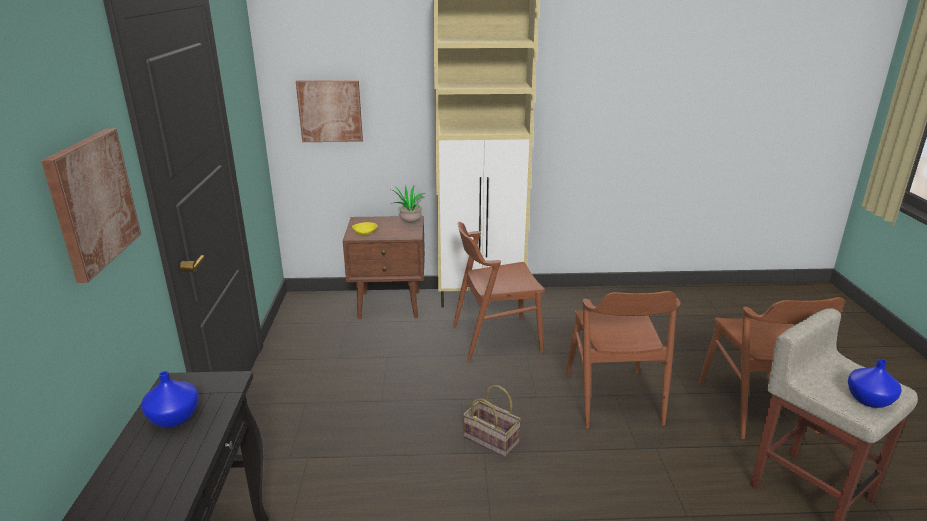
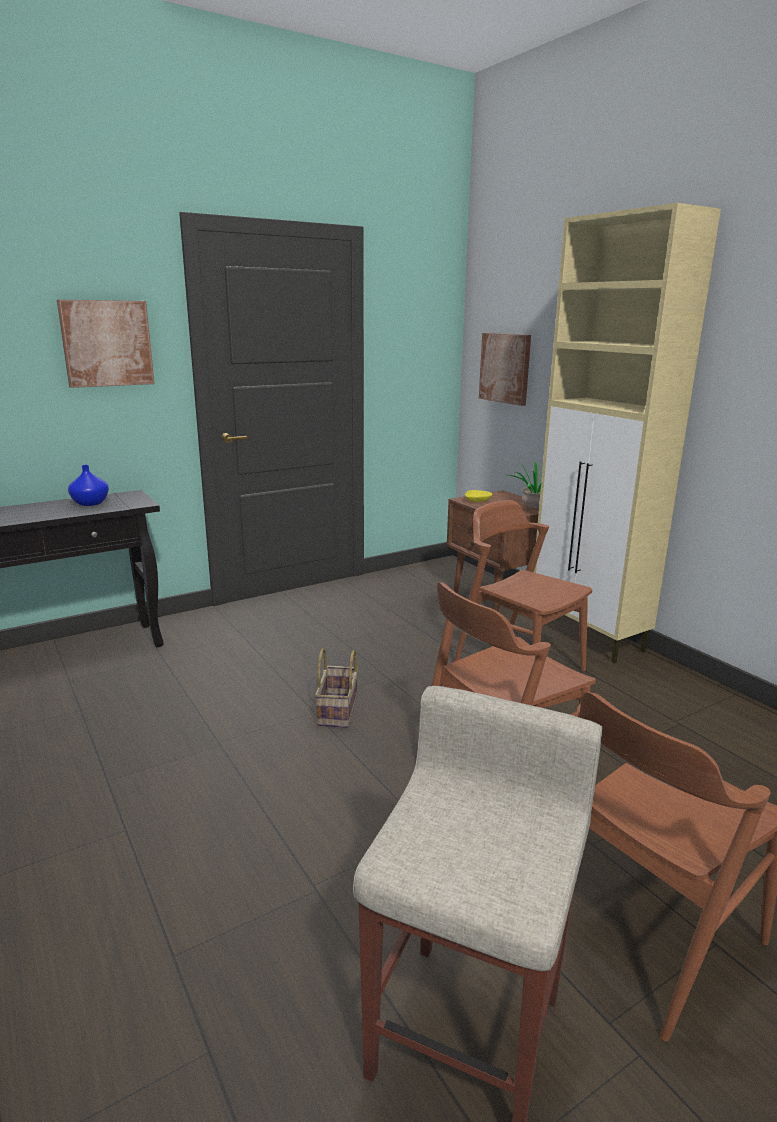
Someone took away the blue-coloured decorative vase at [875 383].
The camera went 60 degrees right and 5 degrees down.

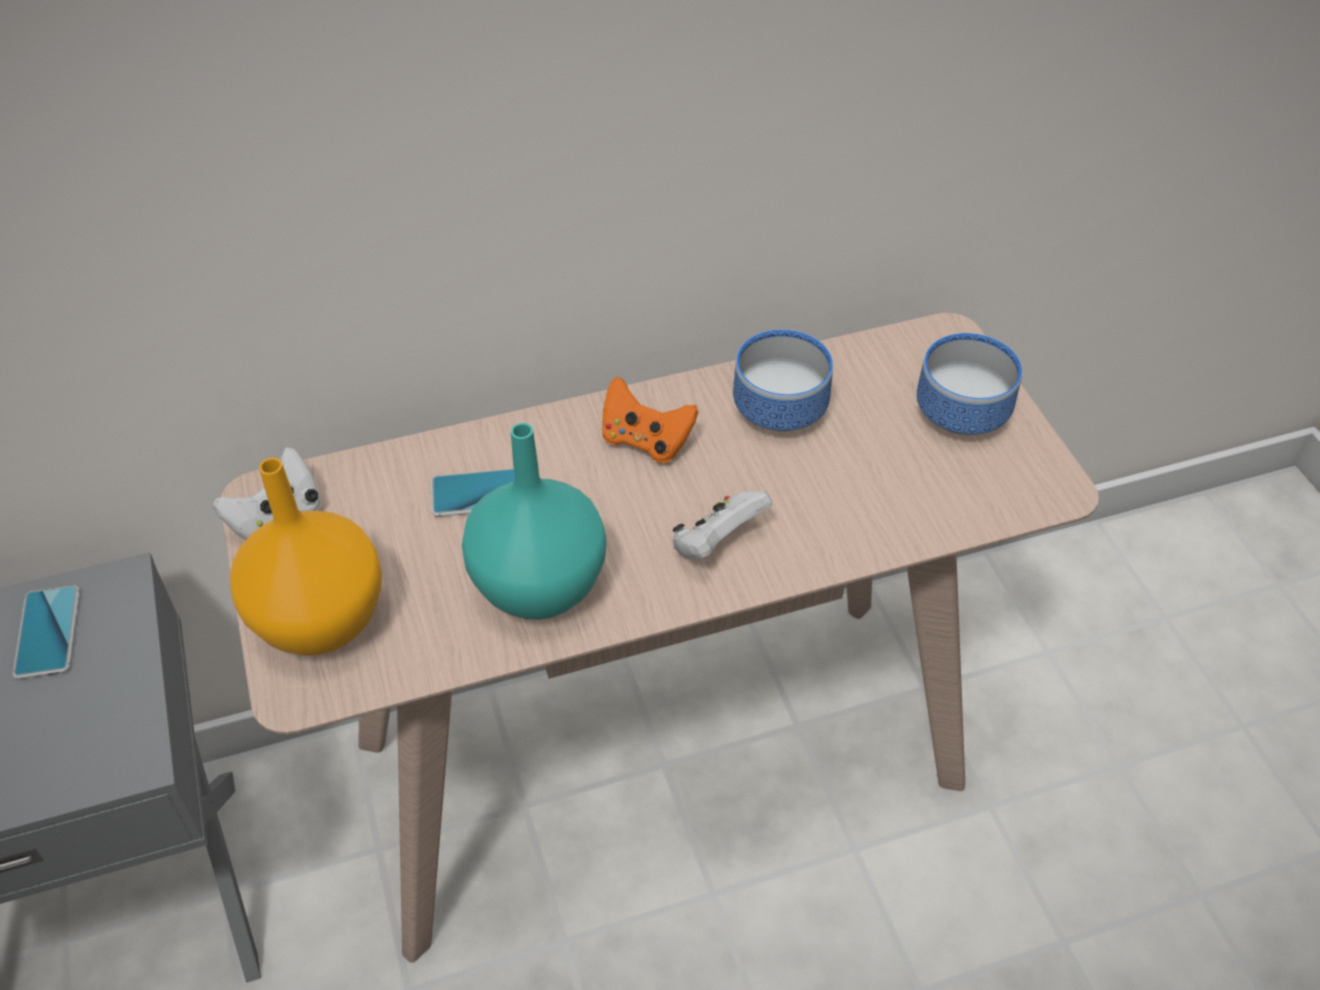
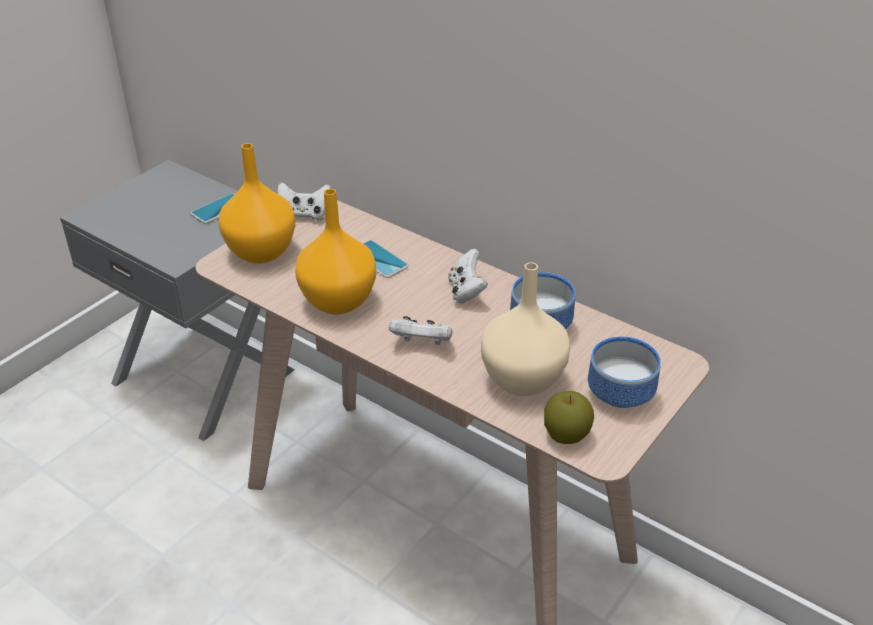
Someone repainted the orangey joypad at [650 420], which became the white joypad at [468 276].
Someone repainted the turquoise-coloured decorative vase at [534 521], which became the orangey decorative vase at [335 252].
Someone put down the beige decorative vase at [525 329].
Someone put down the apple fruit at [569 417].
The camera went 55 degrees right and 10 degrees down.

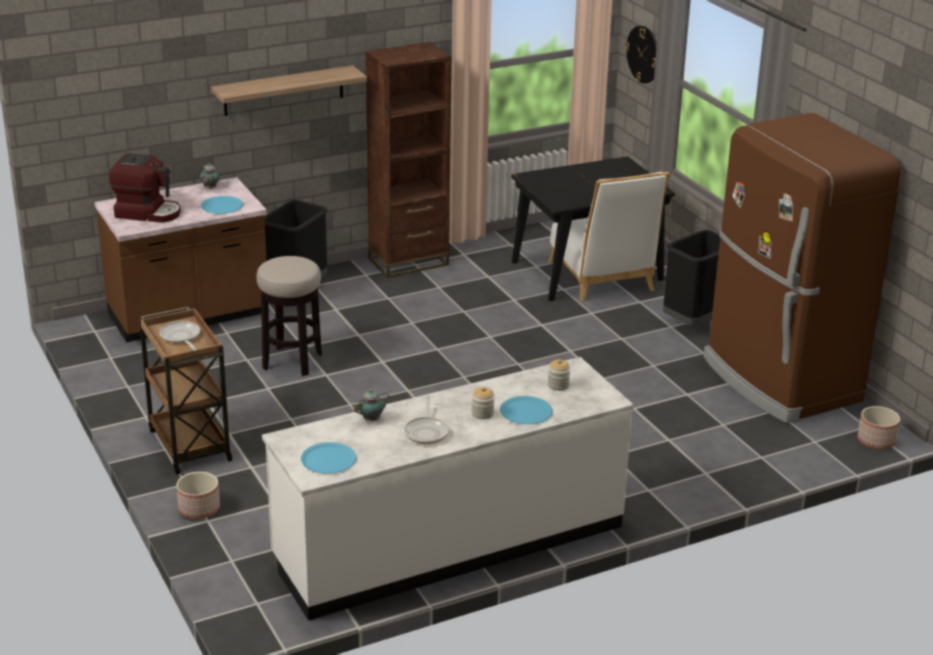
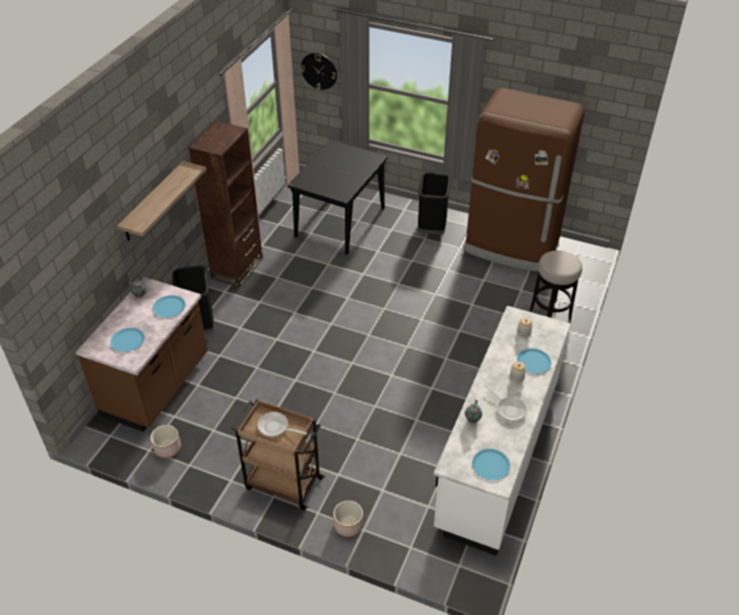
Someone swapped the coffee machine at [145 188] for the blue-coloured dinner plate at [127 340].
Someone took away the white upright chair at [609 236].
Someone carried the sitting stool from [289 316] to [556 285].
Someone carried the planter from [879 427] to [165 441].
The camera went 40 degrees left and 15 degrees up.

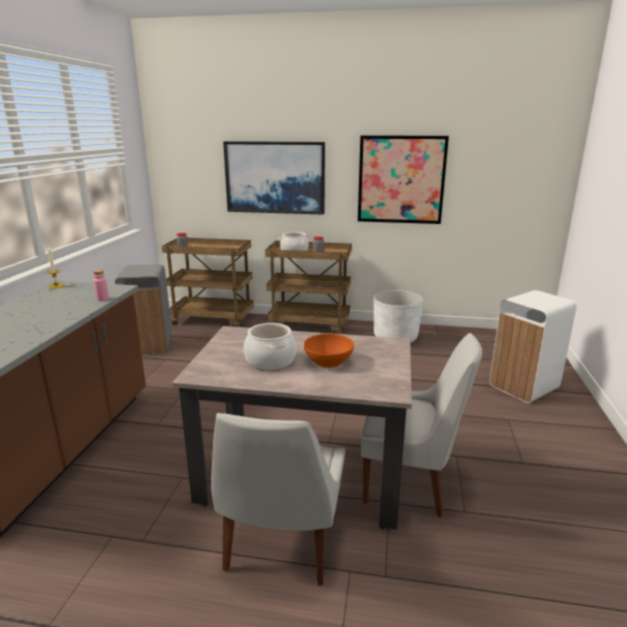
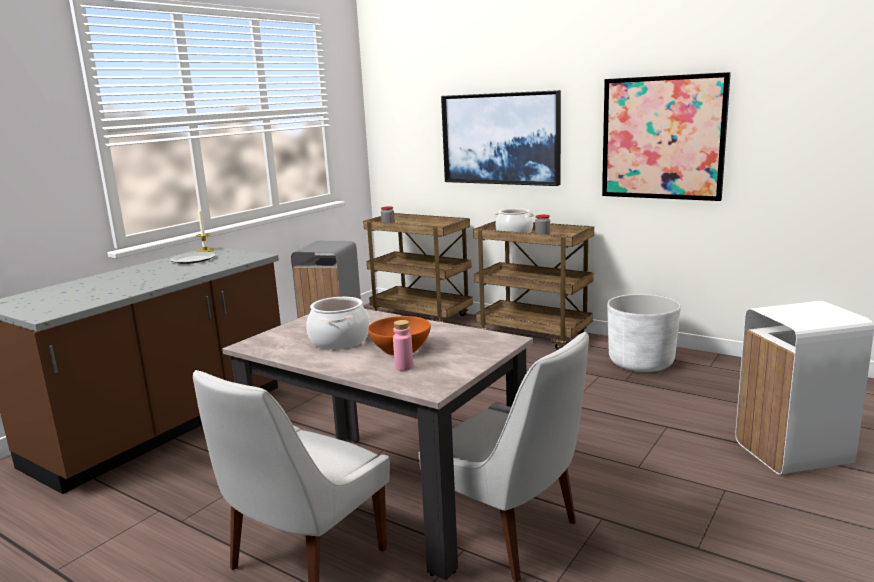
Someone carried the pinkish drink bottle from [101 285] to [403 345].
Someone put down the dinner plate at [193 258].
The camera went 25 degrees right and 5 degrees down.

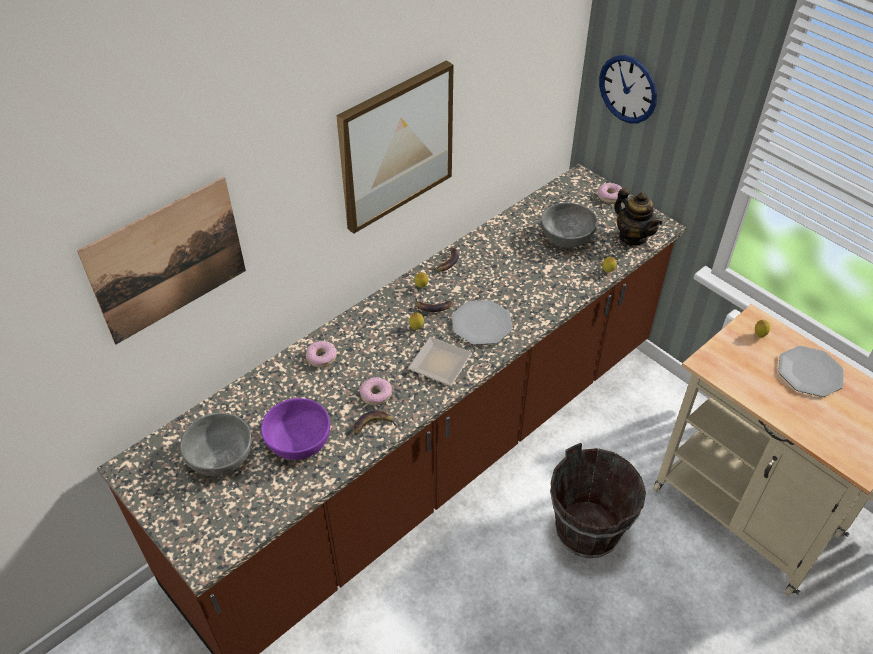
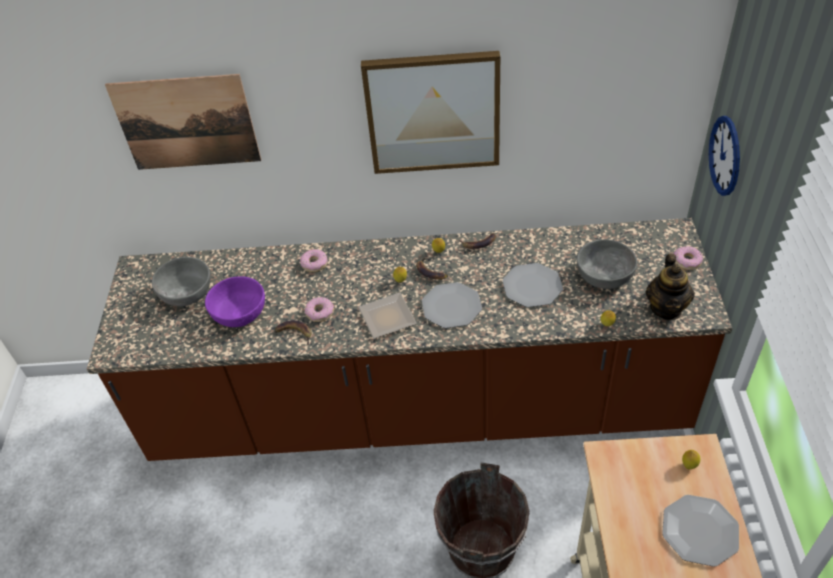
Someone put down the dinner plate at [533 285].
The camera went 45 degrees right and 0 degrees up.

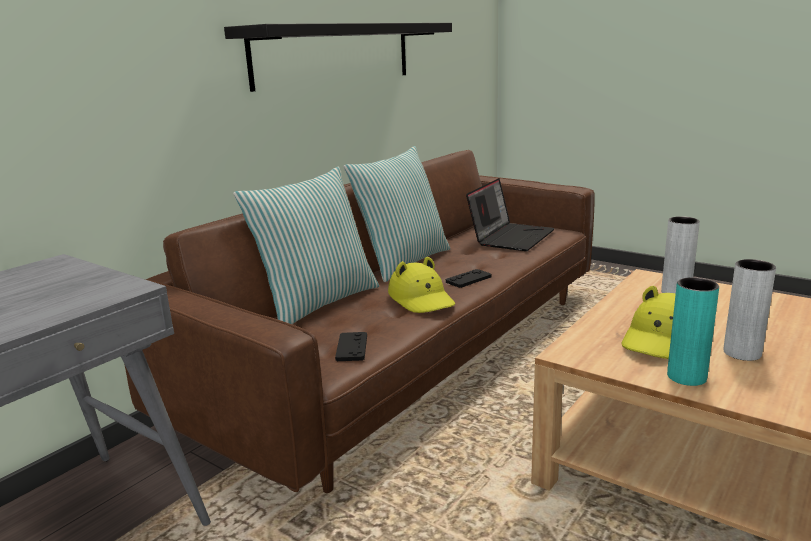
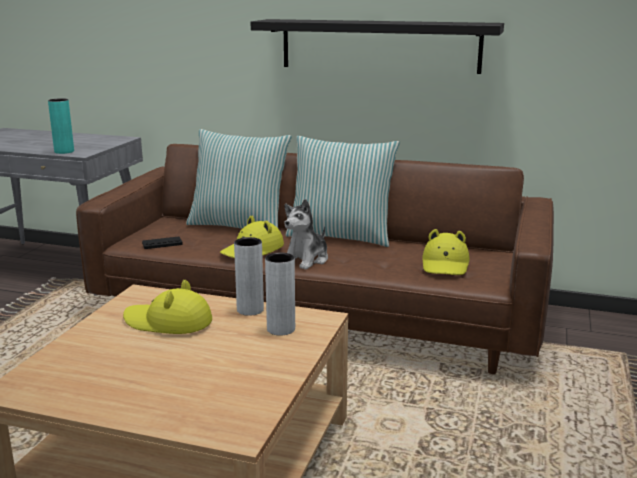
Someone swapped the notebook computer at [510 214] for the yellow hat at [446 252].
Someone carried the gray decorative vase from [749 310] to [249 276].
Someone swapped the black joypad at [468 278] for the plush toy at [306 234].
Someone carried the turquoise-coloured decorative vase from [693 331] to [61 126].
The camera went 70 degrees right and 0 degrees up.

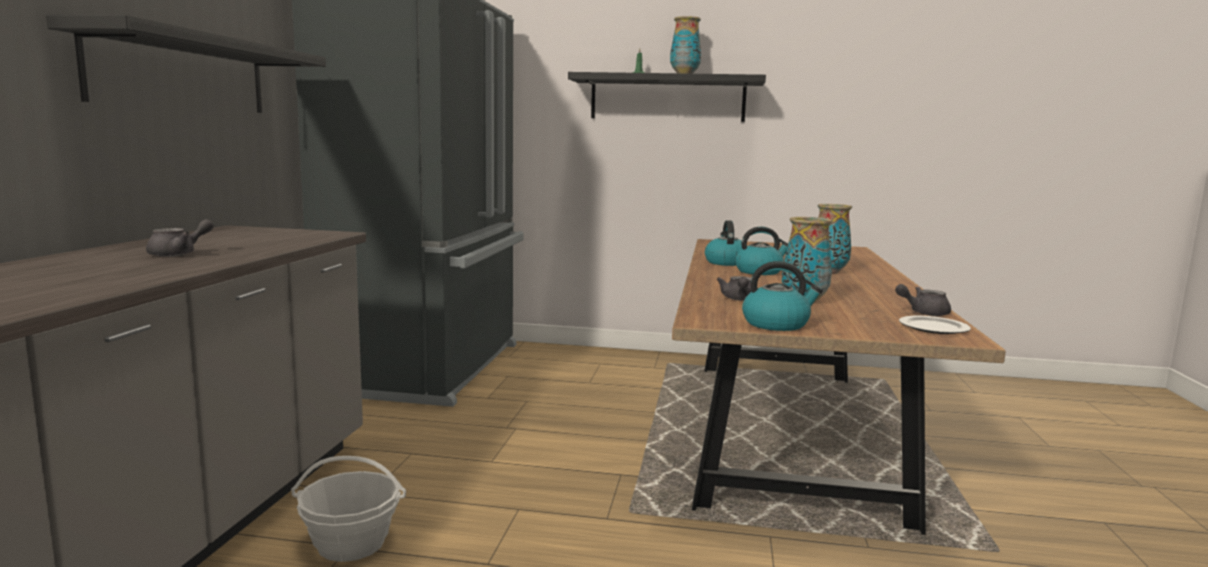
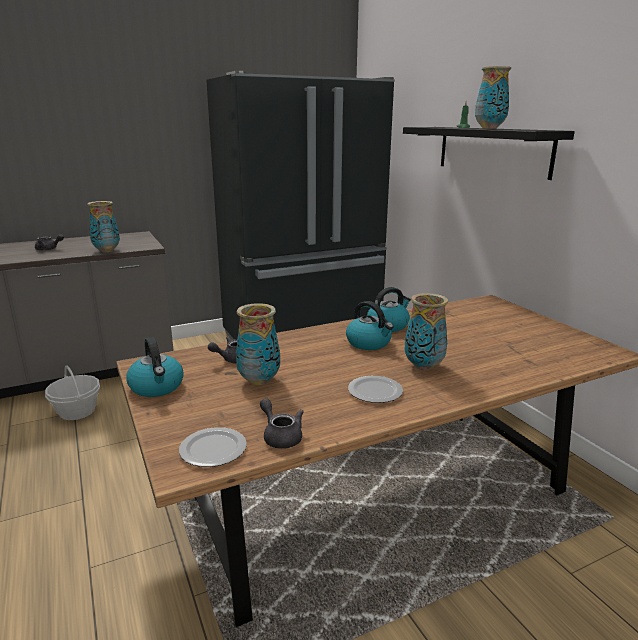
Someone took away the black bracket shelf at [186 64].
Someone put down the decorative vase at [103 226].
Someone put down the dinner plate at [375 389].
The camera went 55 degrees right and 10 degrees up.

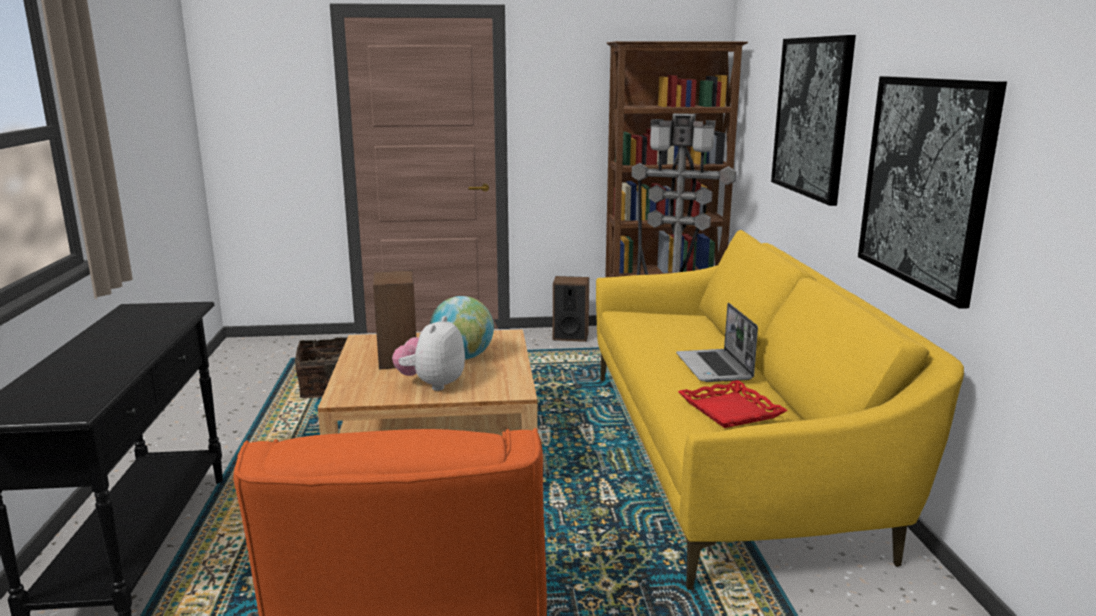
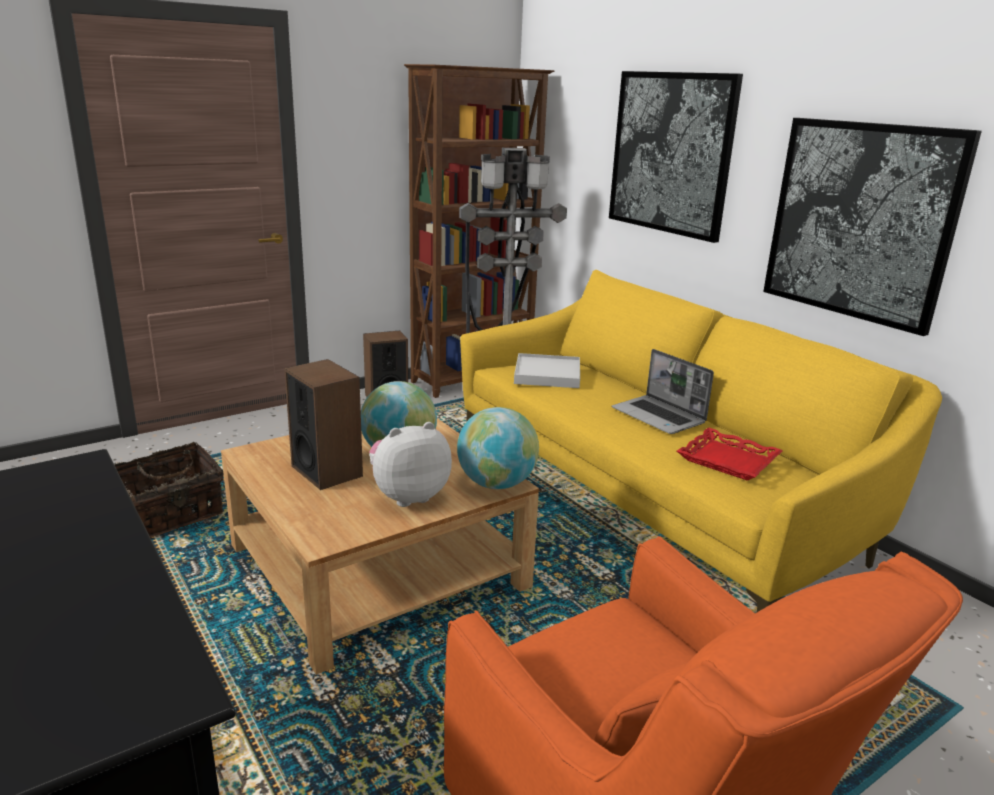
Someone rotated the plush toy at [428 353] by 75 degrees clockwise.
Someone put down the white serving tray at [547 370].
Someone put down the globe at [498 448].
The camera went 30 degrees left and 5 degrees up.

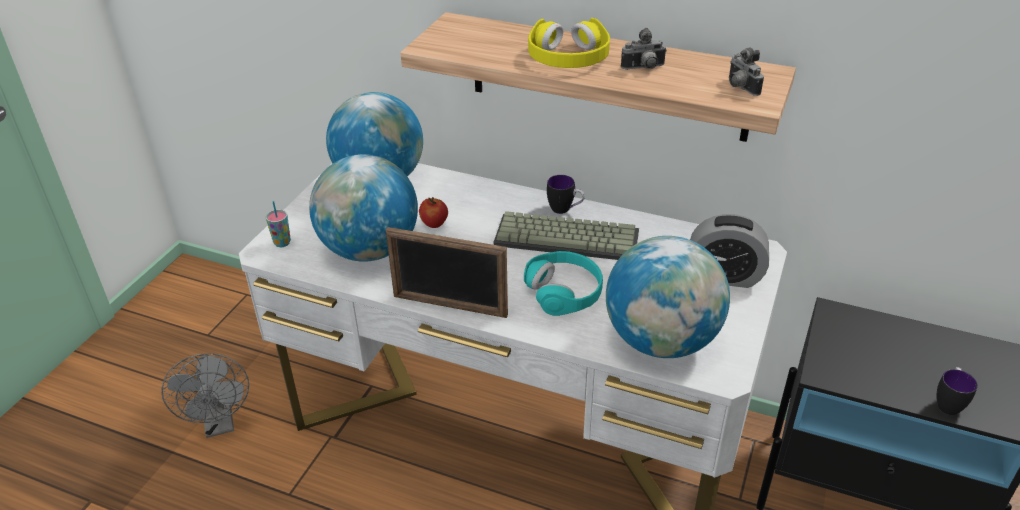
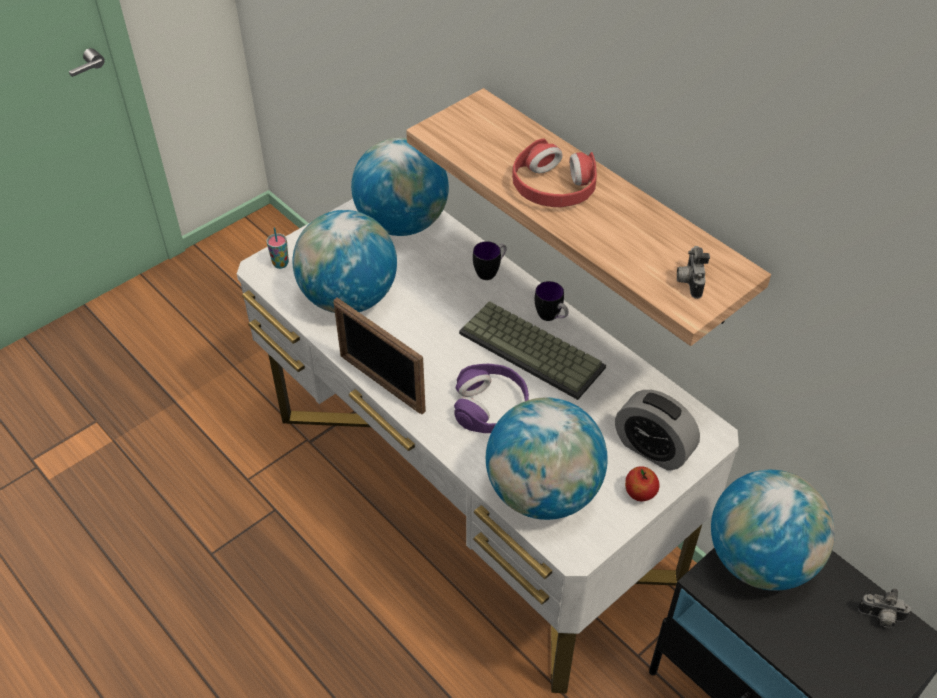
Someone repainted the yellow pair of headphones at [569 43], which became the red-coloured pair of headphones at [554 172].
Someone carried the still camera from [644 49] to [884 608].
Someone carried the apple fruit from [433 212] to [642 483].
Someone repainted the turquoise-coloured pair of headphones at [563 283], which became the purple pair of headphones at [491 398].
Someone took away the gray electric fan at [205 396].
Someone carried the mug from [957 391] to [490 260].
Someone put down the globe at [773 530].
The camera went 25 degrees right and 10 degrees up.

